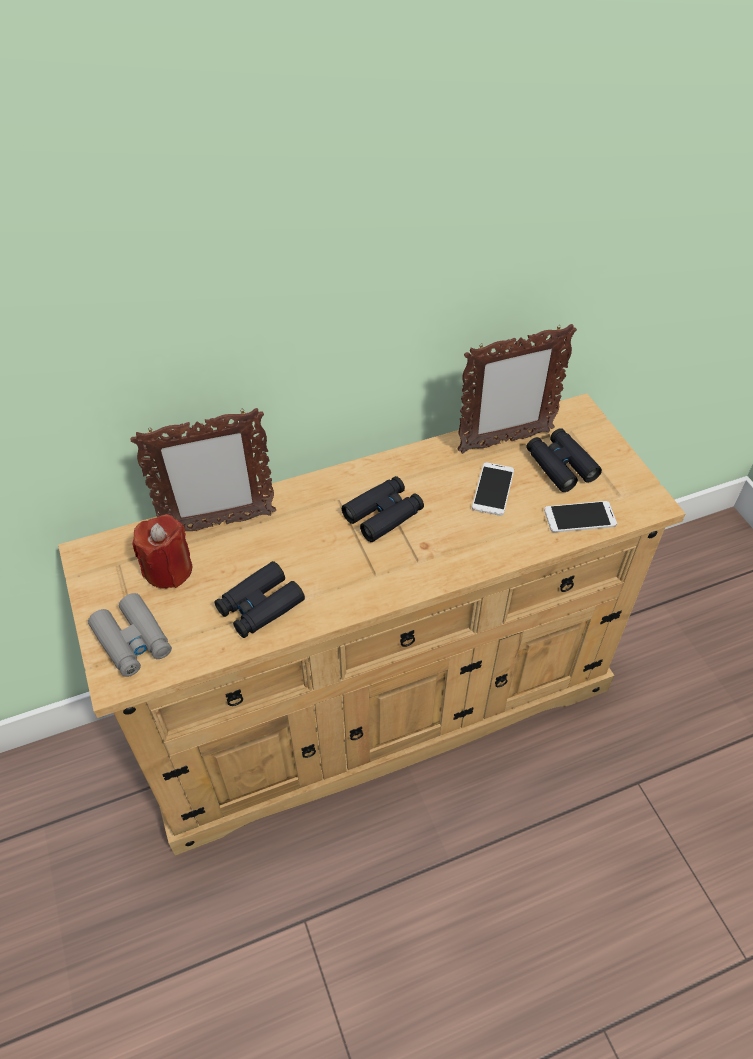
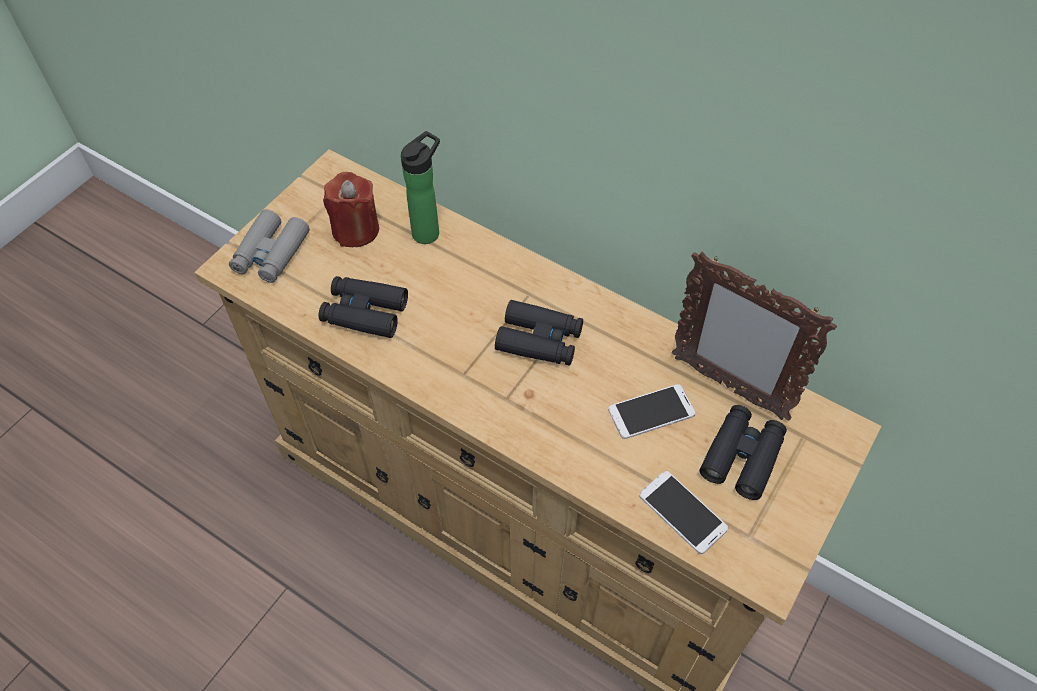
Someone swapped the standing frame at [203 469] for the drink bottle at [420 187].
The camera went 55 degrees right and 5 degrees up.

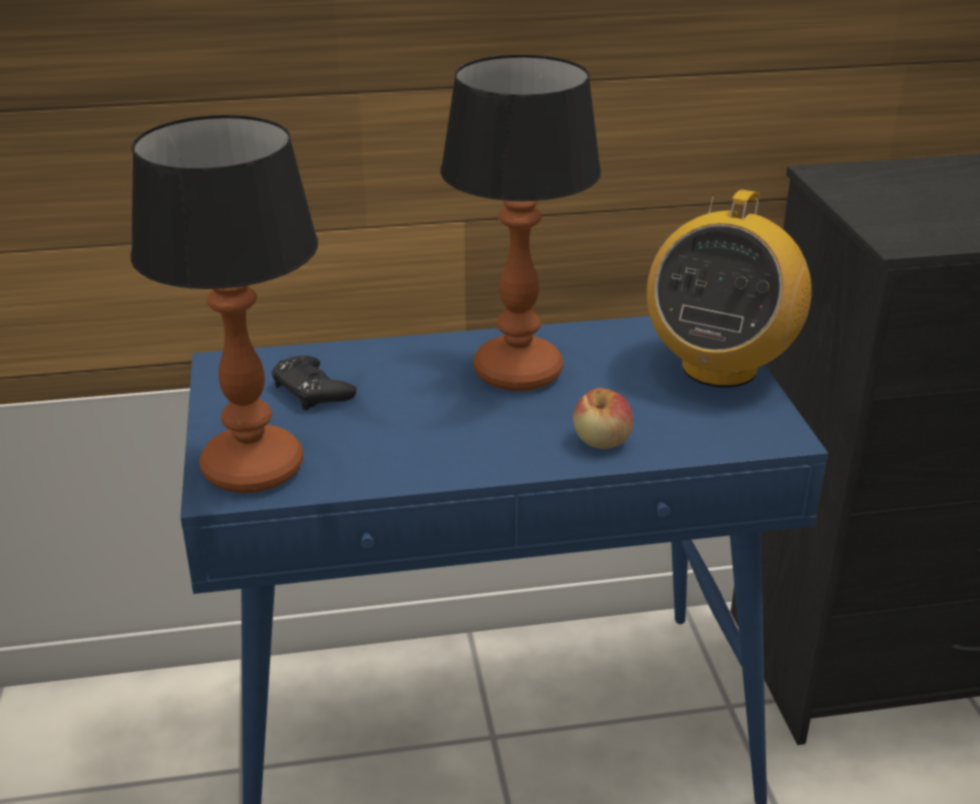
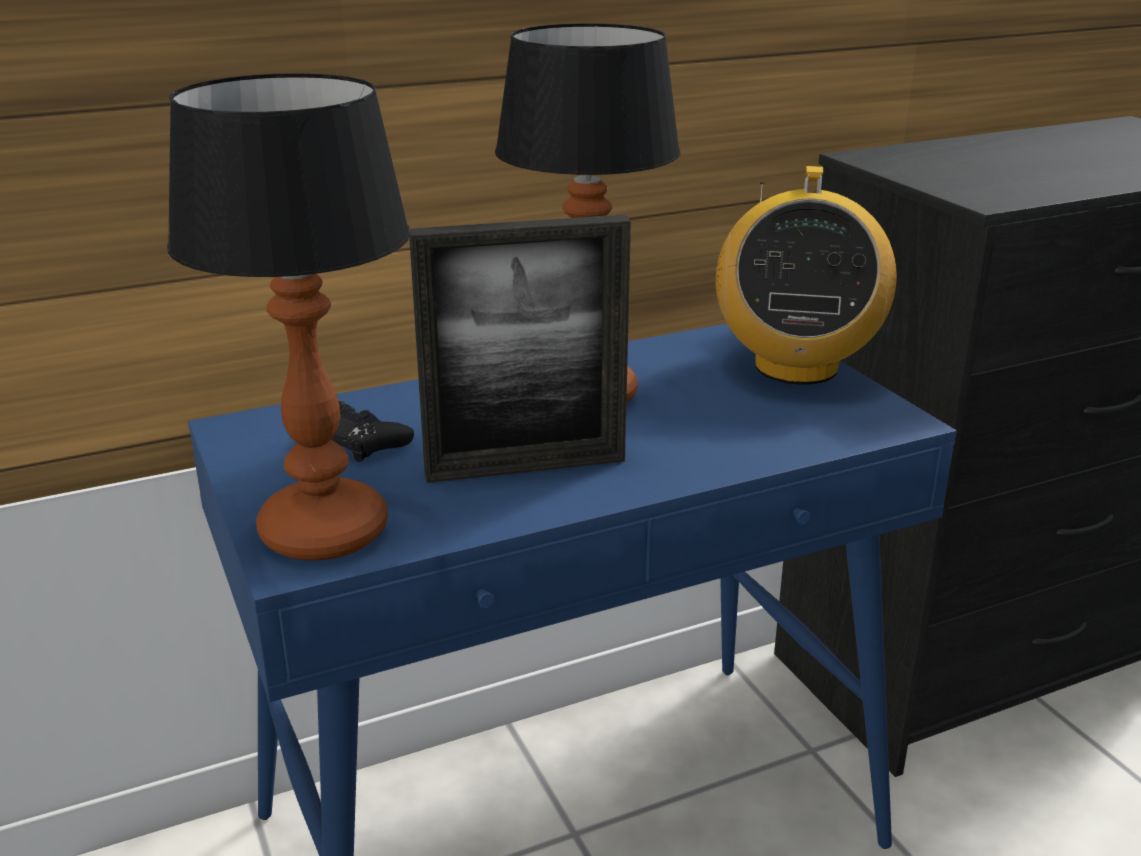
Someone took away the apple fruit at [603 418].
Someone put down the standing frame at [520 349].
The camera went 15 degrees left and 5 degrees down.

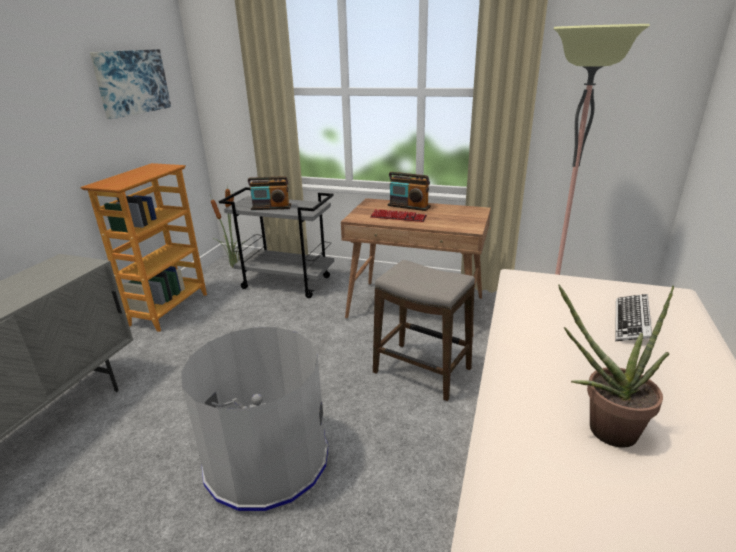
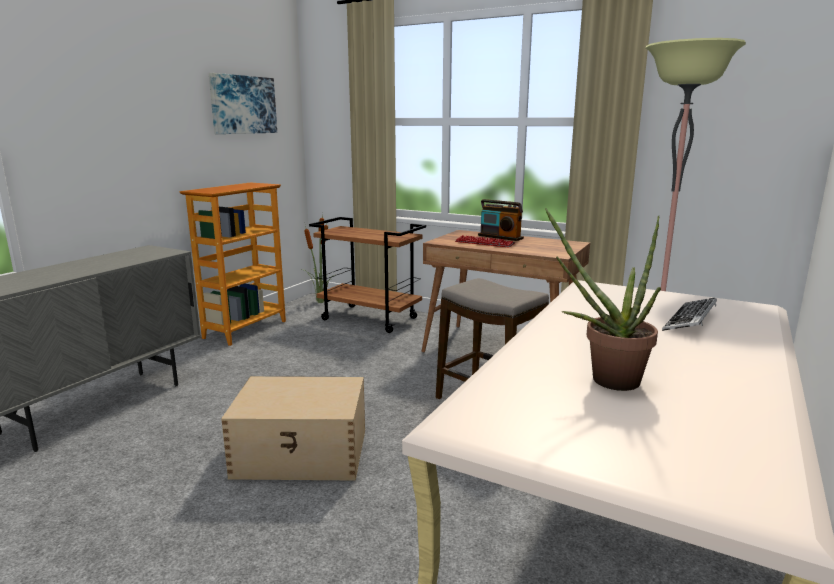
Someone took away the radio set at [269 193].
Someone repainted the gray cart at [276 242], which became the brownish cart at [367 275].
Someone swapped the gray trash can at [254 419] for the beige storage bin at [293 428].
The camera went 10 degrees right and 10 degrees down.

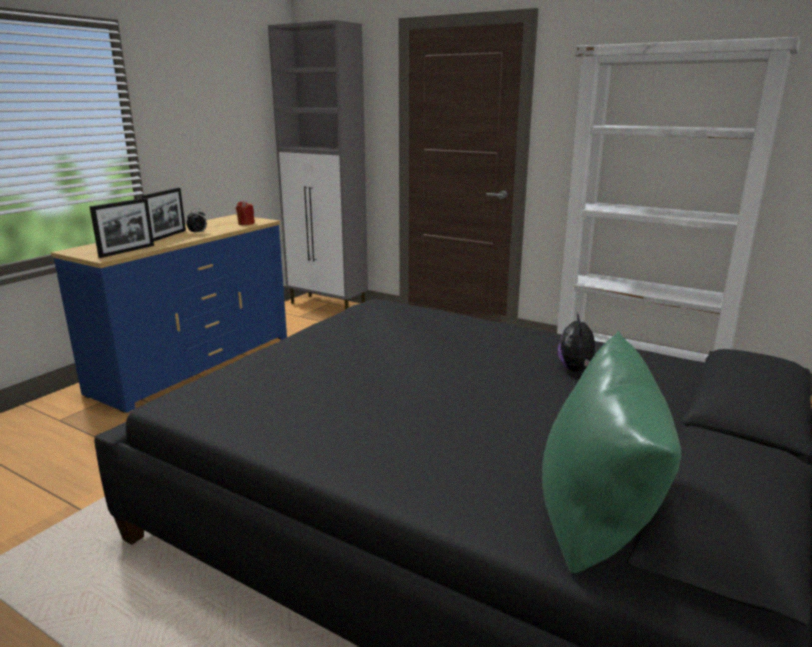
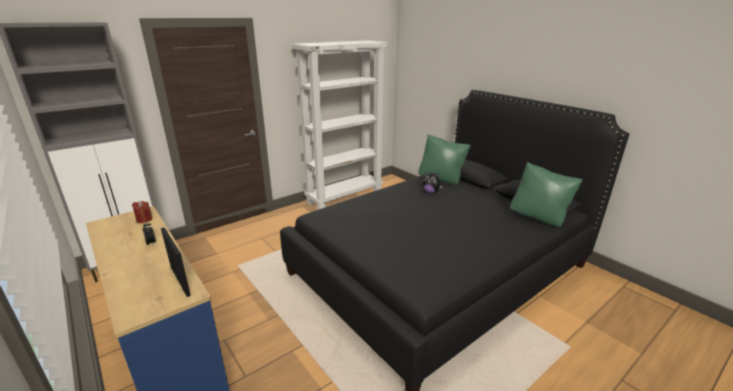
Someone took away the standing frame at [164 214].
Someone put down the green cushion at [444 159].
The camera went 70 degrees left and 5 degrees up.

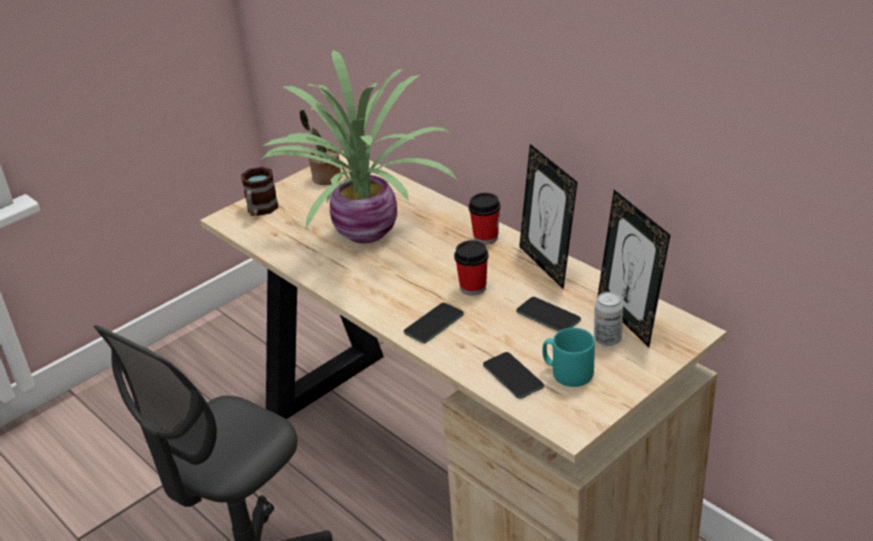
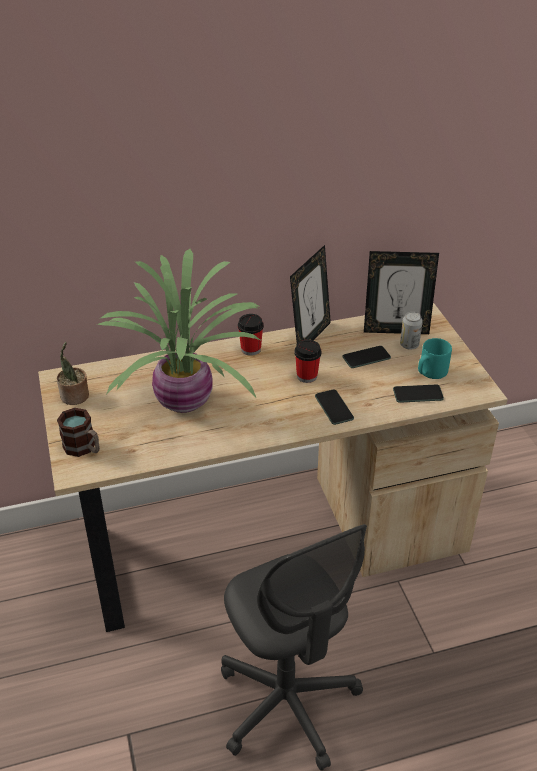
Someone rotated the standing frame at [548 216] by 60 degrees counterclockwise.
The camera went 65 degrees left and 5 degrees up.

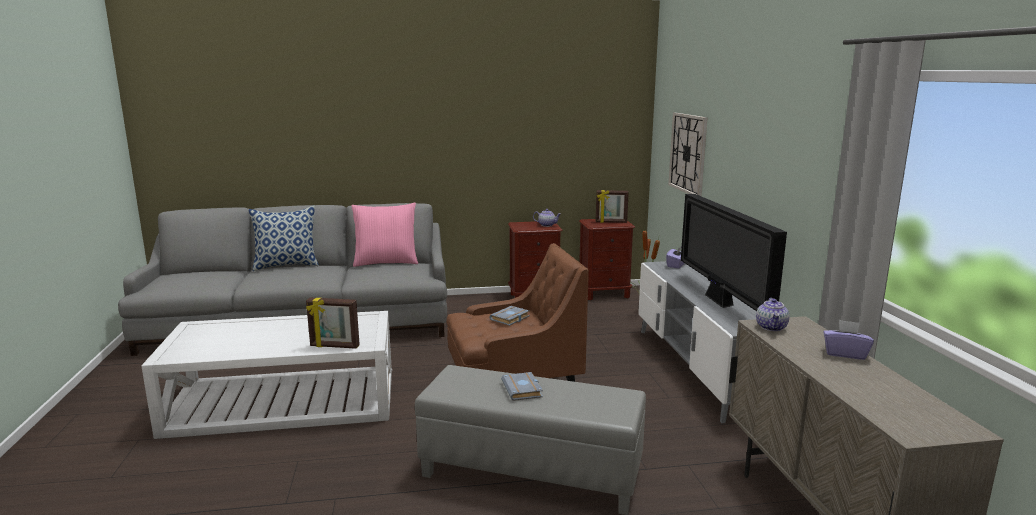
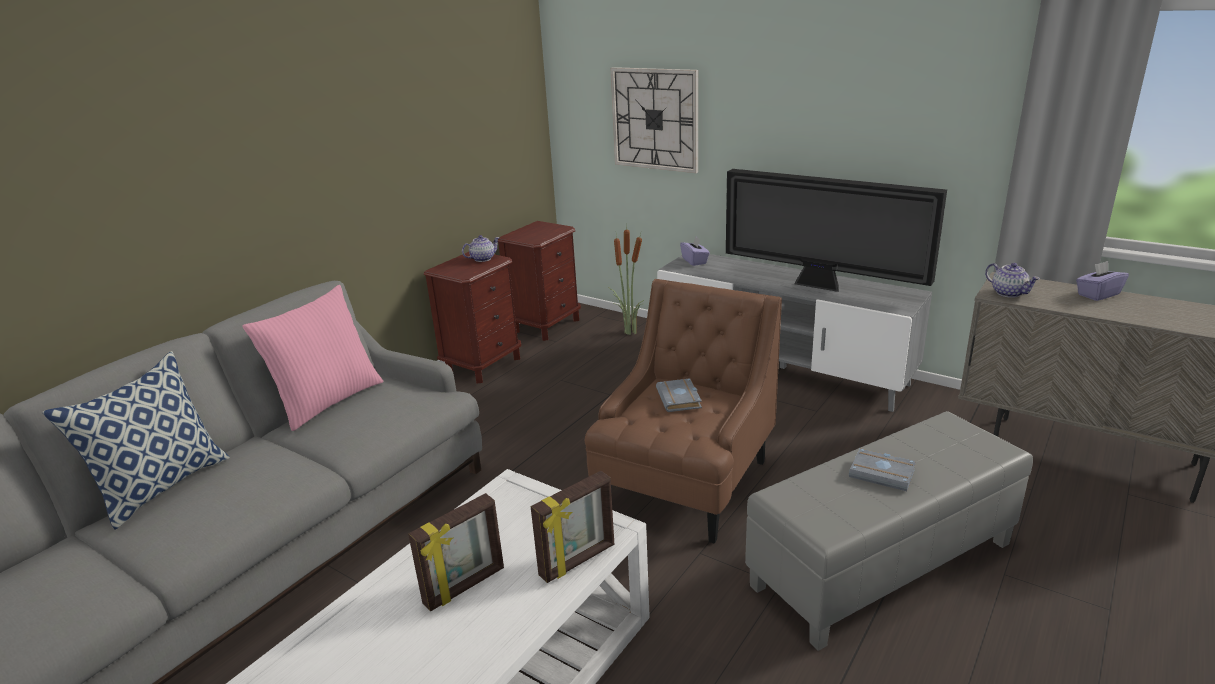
Someone carried the standing frame from [612 206] to [456 552].
The camera went 45 degrees left and 10 degrees up.

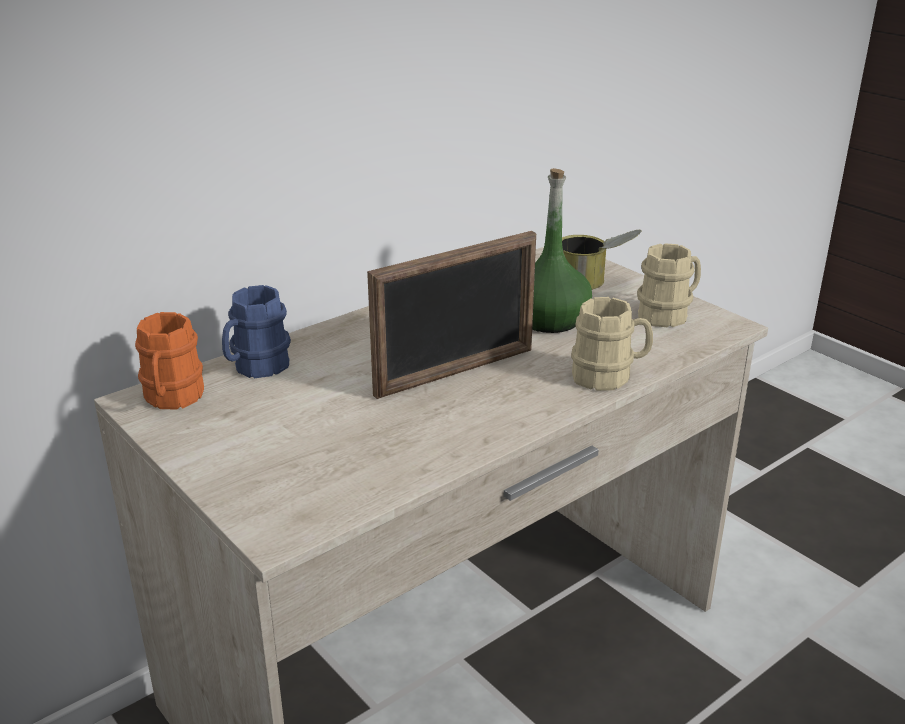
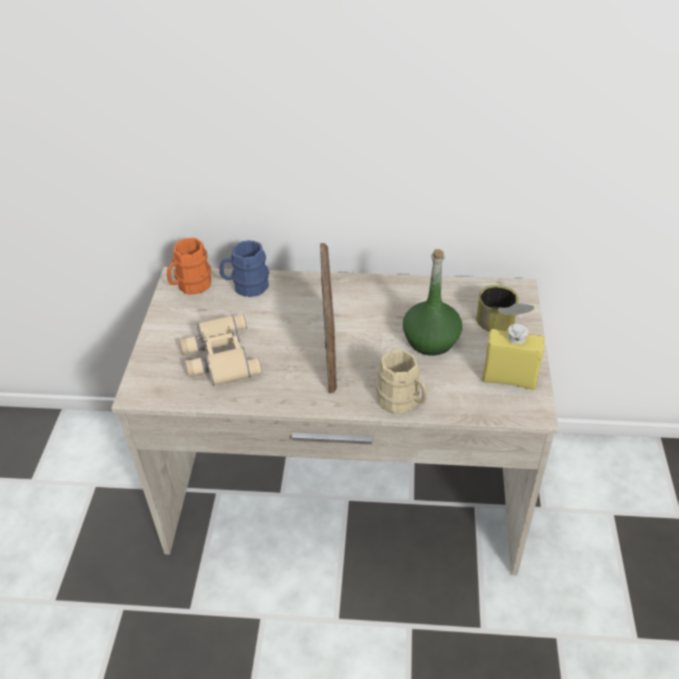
Someone rotated the standing frame at [451 315] by 105 degrees counterclockwise.
Someone swapped the beige mug at [669 285] for the yellow drink bottle at [513 357].
Someone put down the beige pair of binoculars at [221 350].
The camera went 45 degrees right and 15 degrees up.

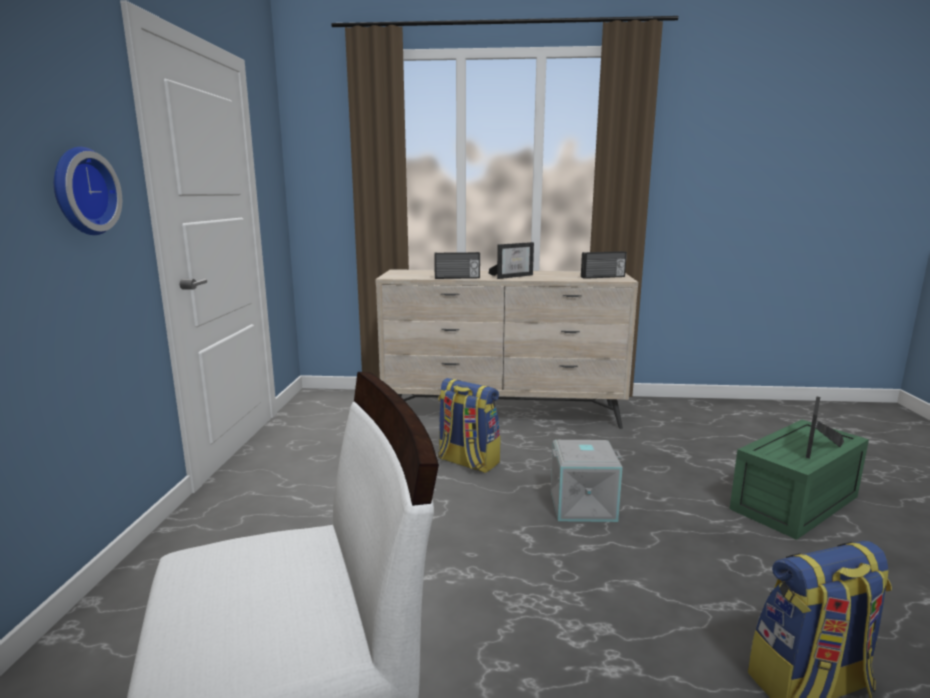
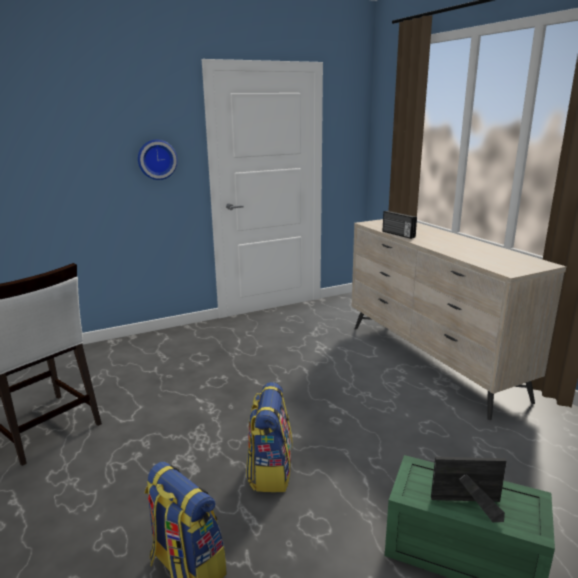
Someone took away the standing frame at [511 260].
Someone took away the radio set at [604 265].
Someone carried the backpack from [469 425] to [269 437].
Someone took away the gray storage bin at [587 481].
The camera went 60 degrees right and 5 degrees up.

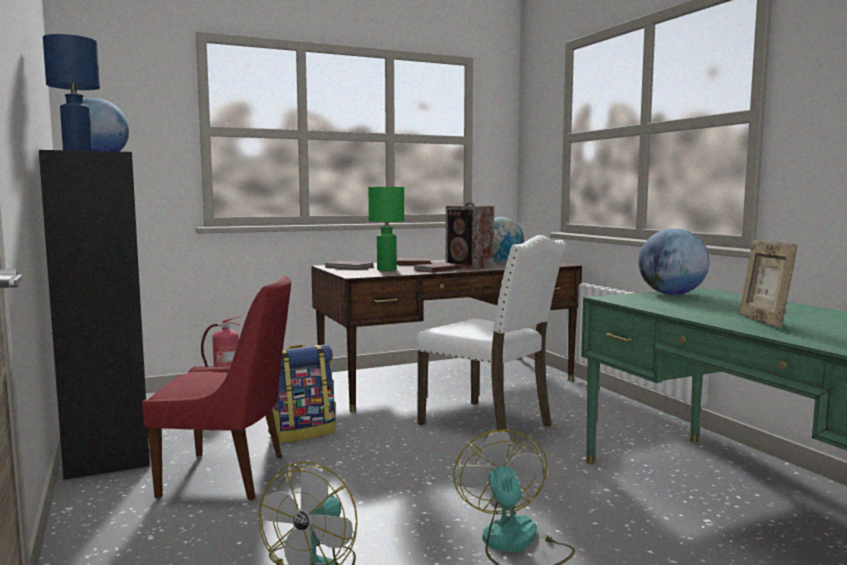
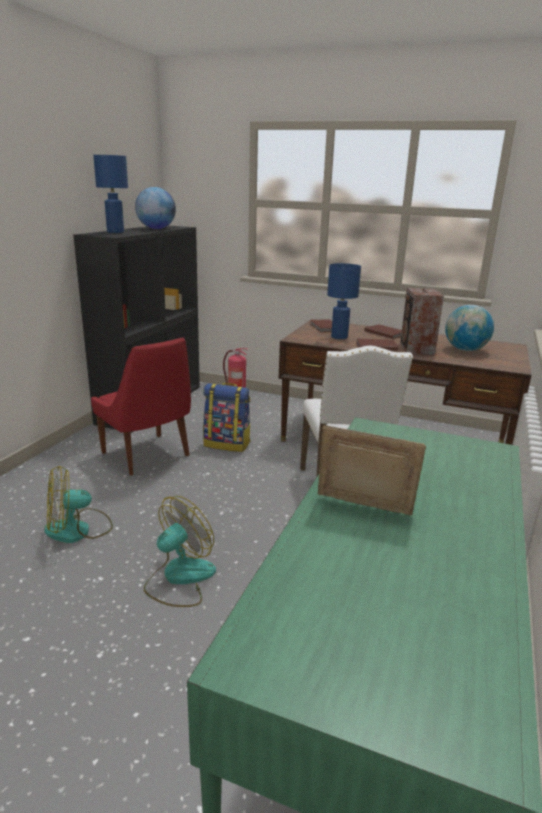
Someone repainted the green tabletop lamp at [386 229], which became the blue-coloured tabletop lamp at [344 301].
Someone took away the globe at [674 261].
Someone rotated the standing frame at [768 284] by 60 degrees clockwise.
The camera went 45 degrees right and 15 degrees up.

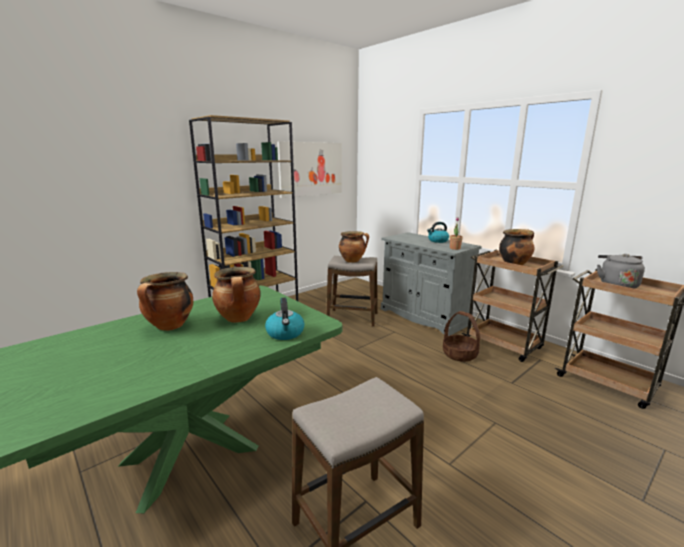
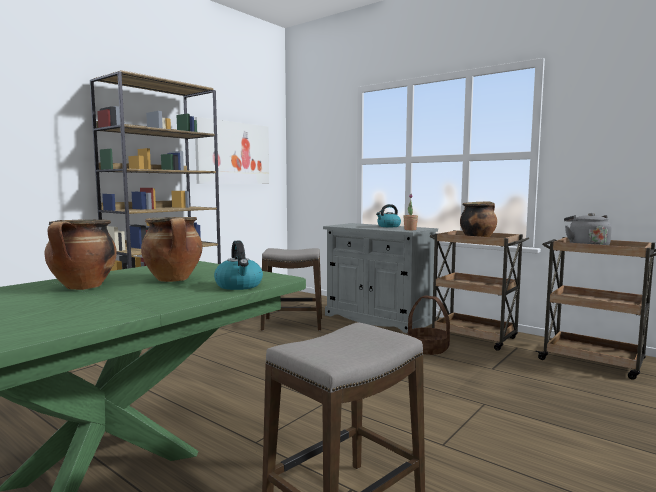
Someone took away the cooking pot at [354 247].
The camera went 10 degrees left and 10 degrees down.

